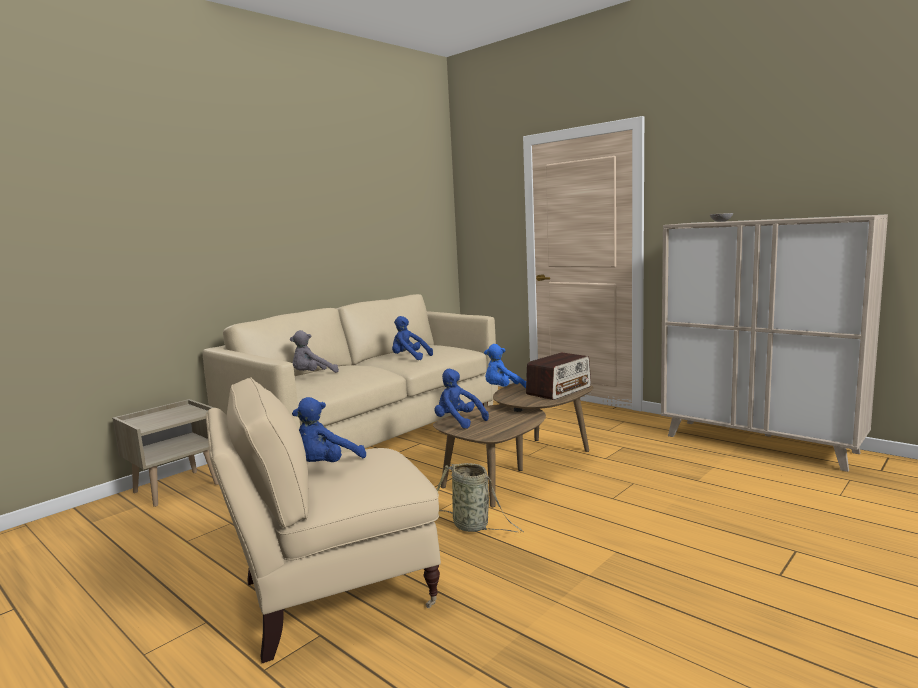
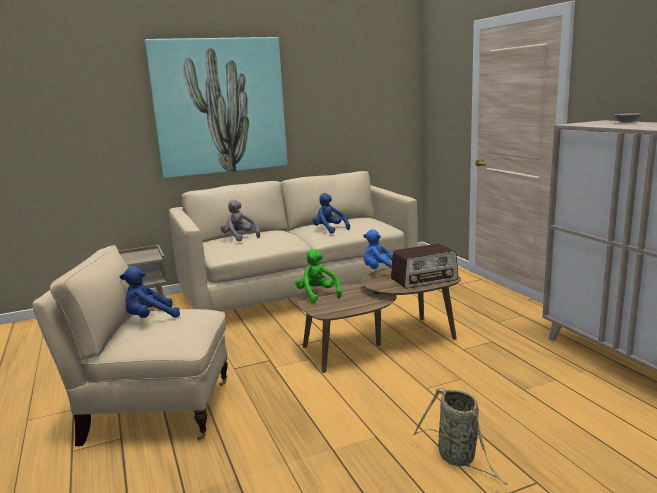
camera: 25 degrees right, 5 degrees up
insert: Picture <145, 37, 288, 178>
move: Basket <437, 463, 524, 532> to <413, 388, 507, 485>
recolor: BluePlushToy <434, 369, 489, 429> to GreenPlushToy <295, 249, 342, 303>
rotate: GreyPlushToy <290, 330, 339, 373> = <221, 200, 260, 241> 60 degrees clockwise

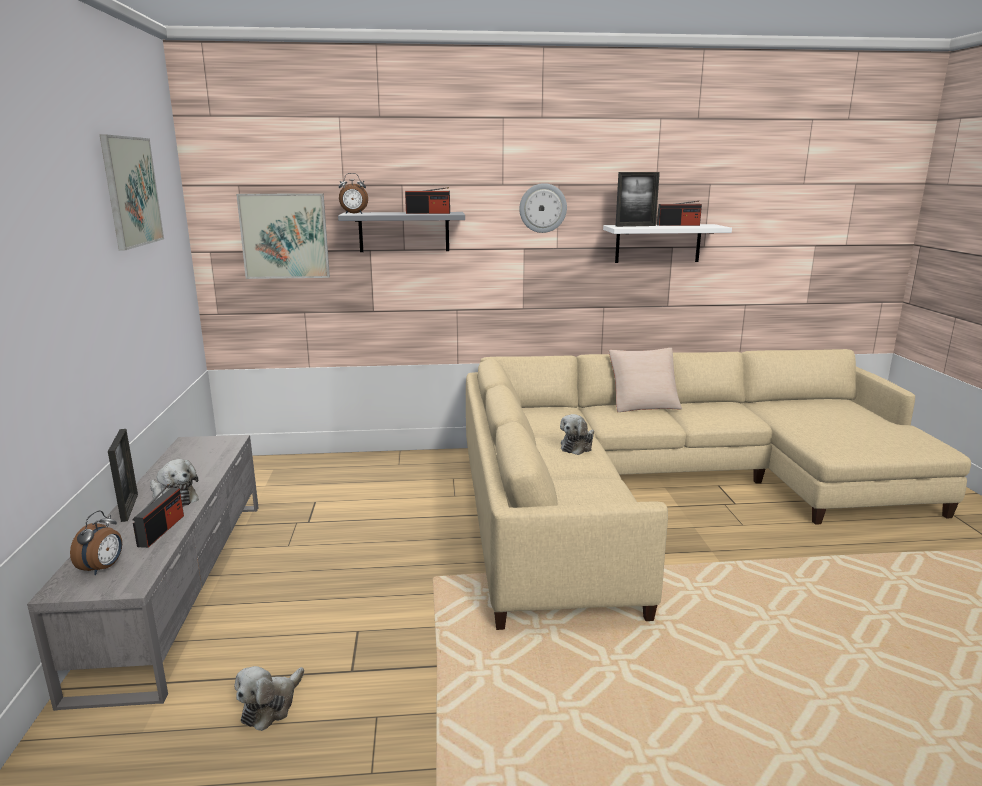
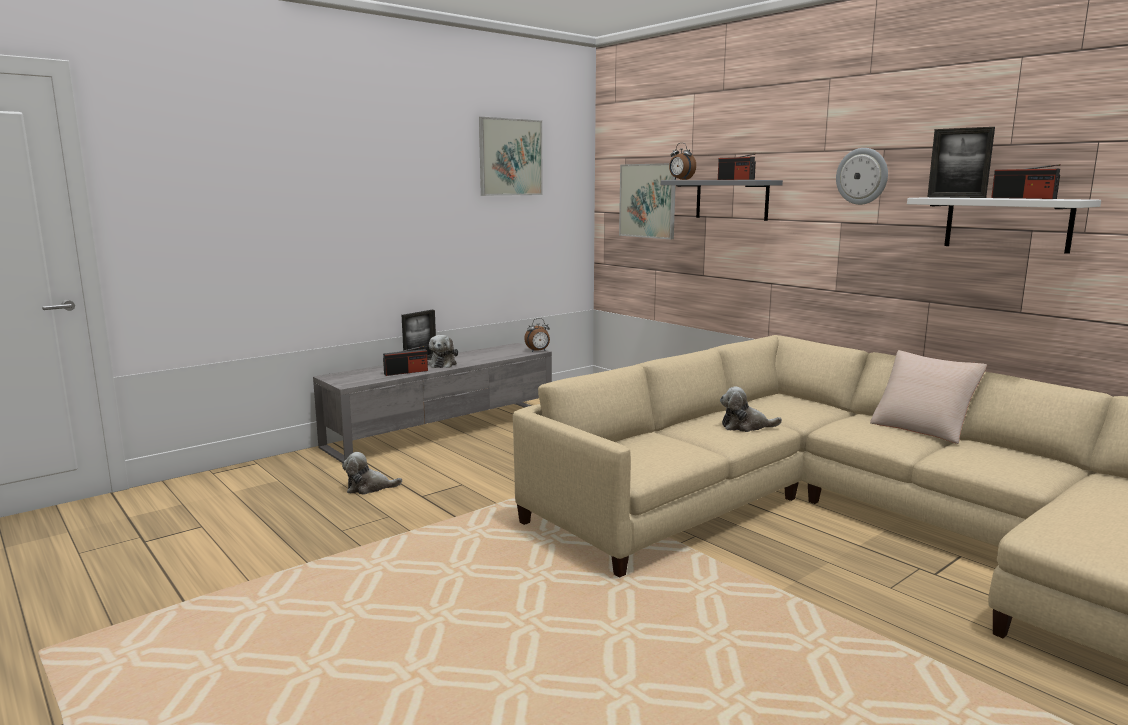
camera: 55 degrees right, 5 degrees down
move: AlarmClock <70, 511, 122, 575> to <524, 318, 550, 352>

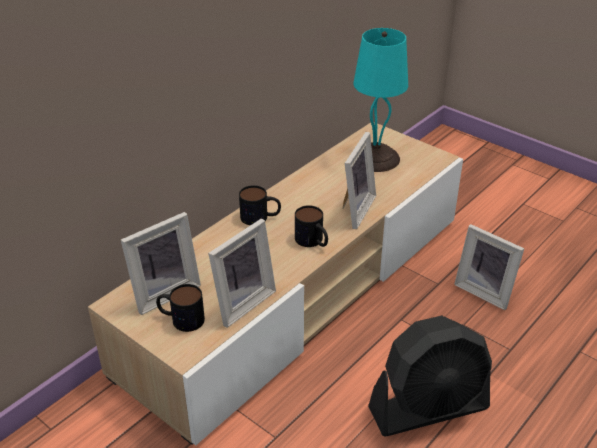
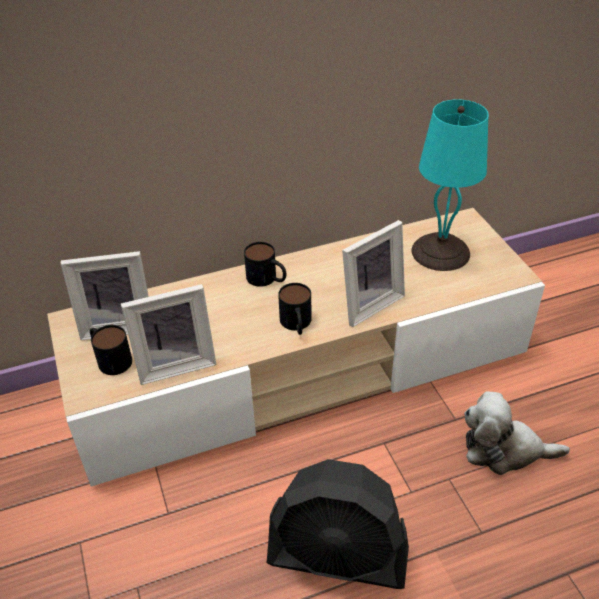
camera: 30 degrees right, 5 degrees up
replace: PictureFrame <454, 224, 524, 310> to PlushToy <464, 391, 570, 475>

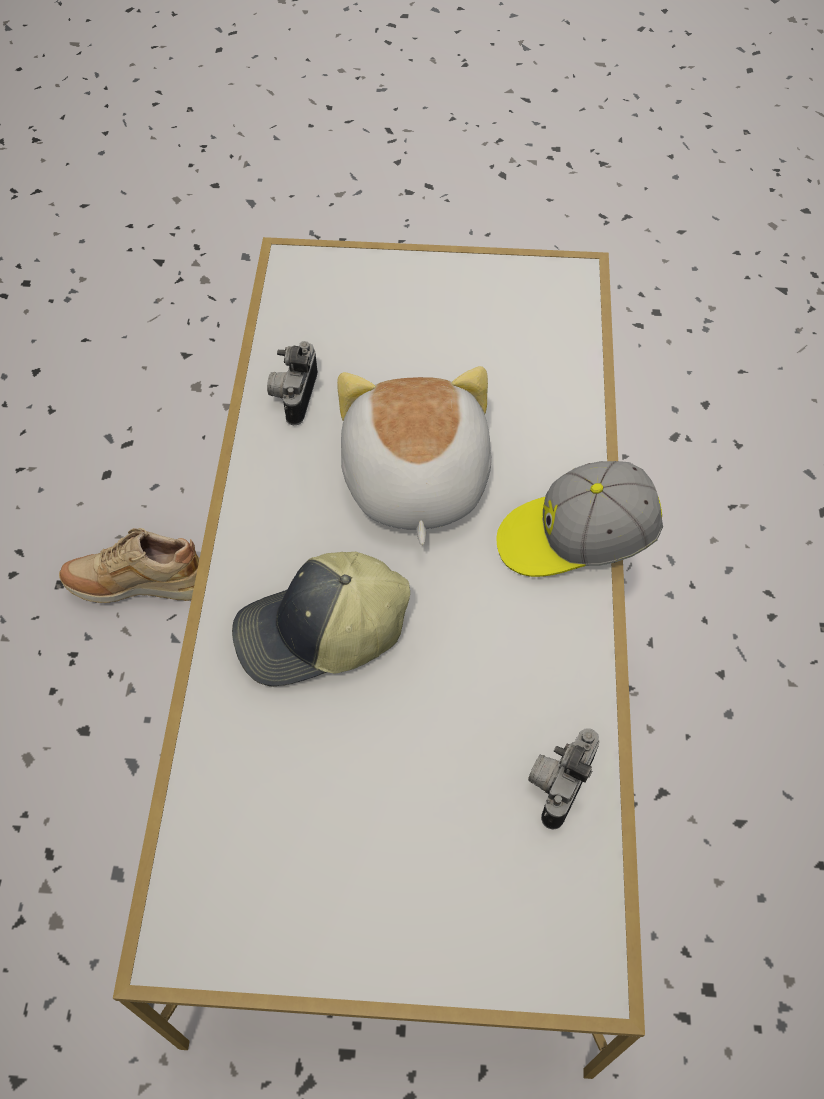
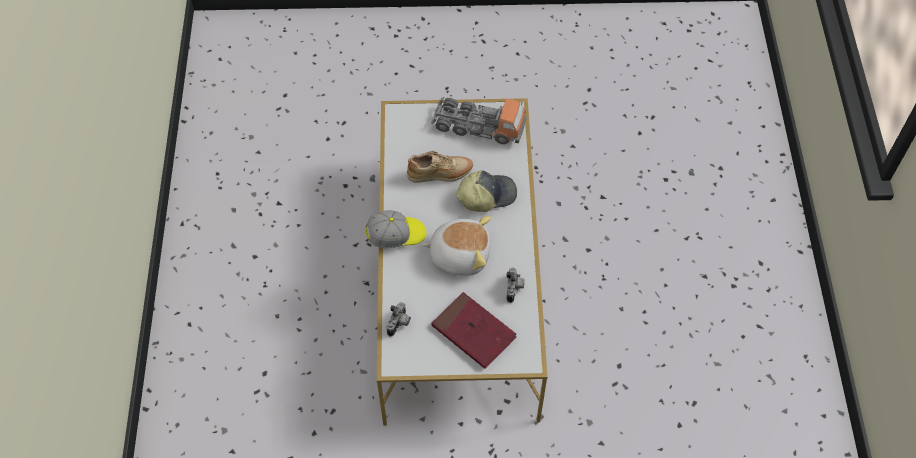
camera: 175 degrees right, 0 degrees up
insert: ToyTruck <431, 96, 527, 144>; RedBook <431, 292, 516, 369>
move: PhotoCamera <528, 728, 599, 830> to <386, 302, 411, 337>; BeigeShoe <59, 528, 200, 603> to <407, 150, 473, 183>
rotate: PlushToy <337, 366, 492, 545> = <422, 216, 492, 276> 75 degrees counterclockwise

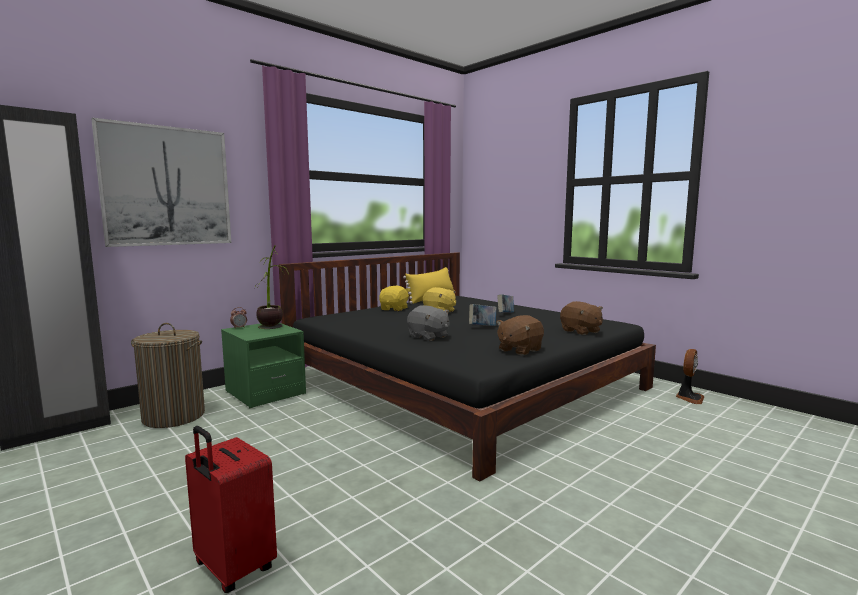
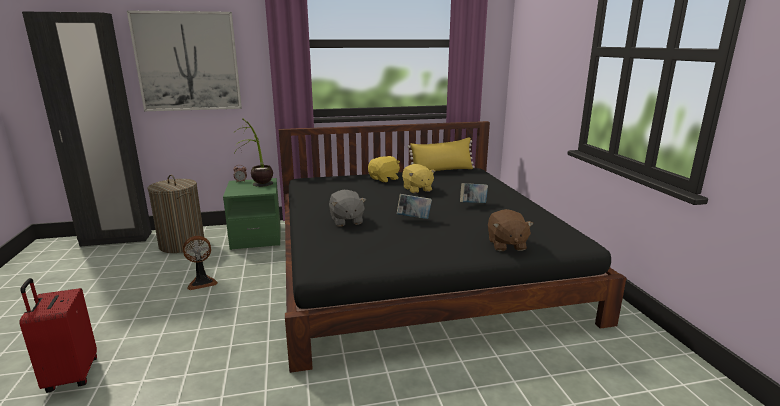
camera: 30 degrees right, 10 degrees up
delete: BrownPlushToy <497, 315, 544, 355>
move: Fan <675, 349, 704, 404> to <183, 236, 218, 290>

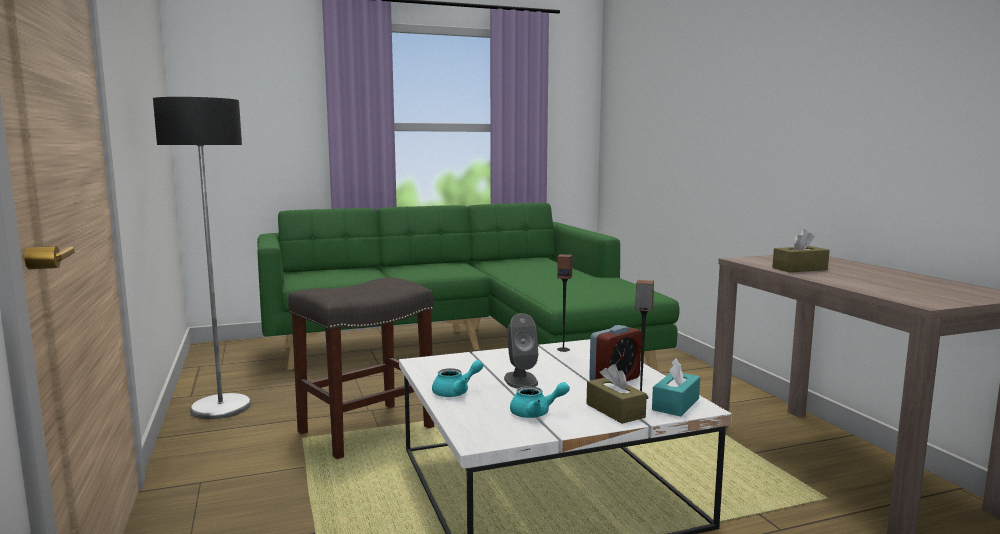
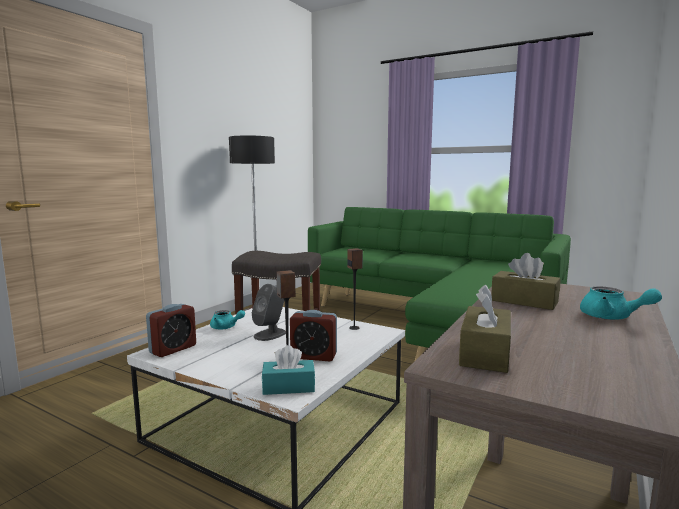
camera: 50 degrees right, 0 degrees up
insert: AlarmClock <146, 304, 196, 357>
move: BrownTissueBox <586, 364, 647, 424> to <459, 285, 511, 373>; TurquoiseTeapot <510, 382, 570, 418> to <580, 286, 662, 320>

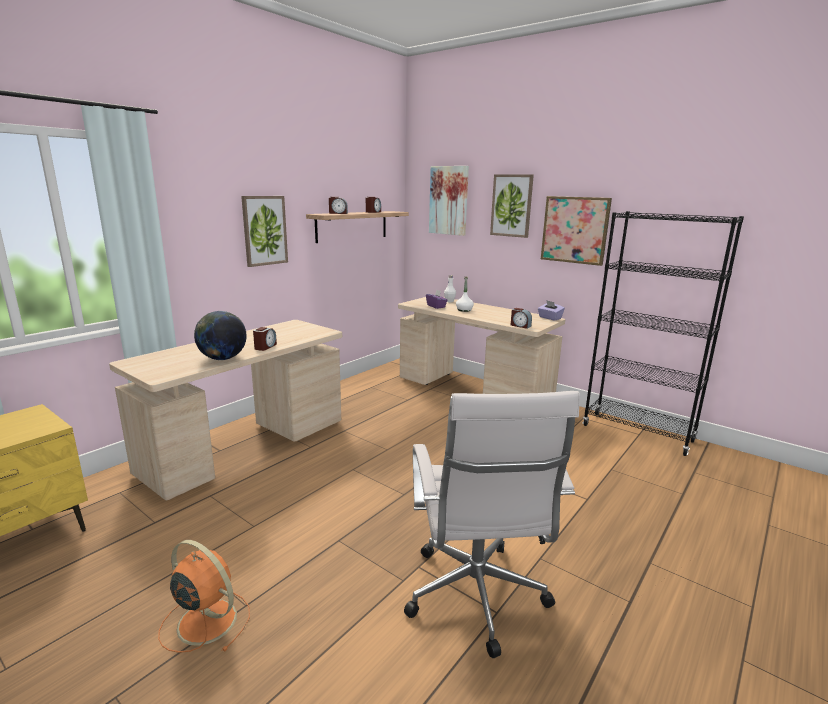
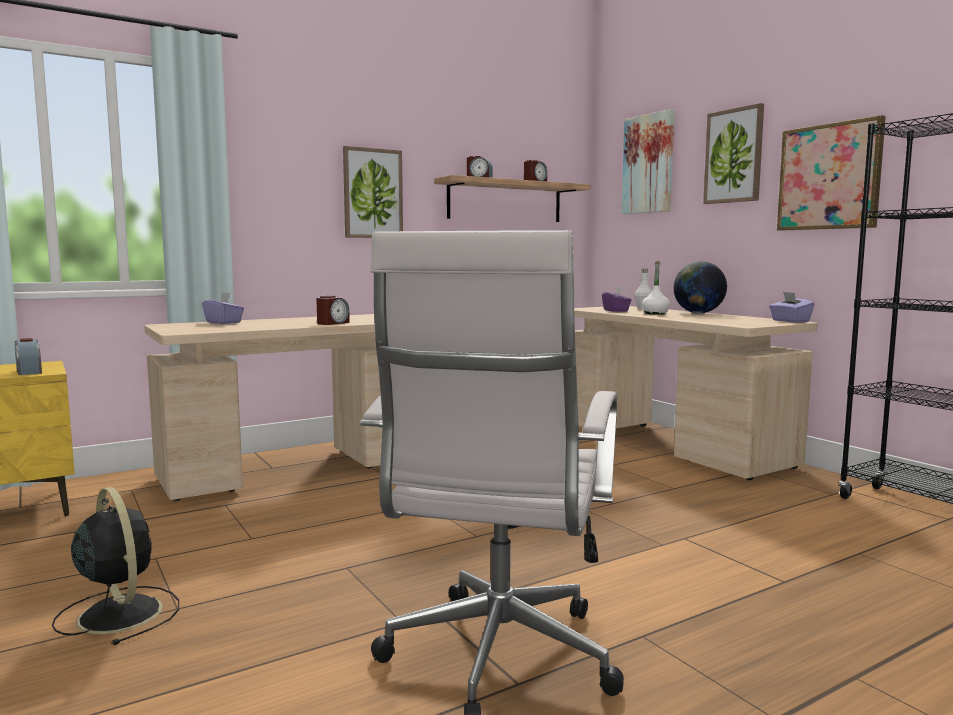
camera: 20 degrees right, 10 degrees down
insert: PurpleTissueBox <202, 292, 244, 324>
move: AlarmClock <511, 308, 532, 329> to <14, 338, 42, 375>; Globe <194, 311, 247, 360> to <673, 261, 727, 314>
recolor: OrangeFan <158, 540, 250, 653> to BlackFan <52, 487, 179, 645>

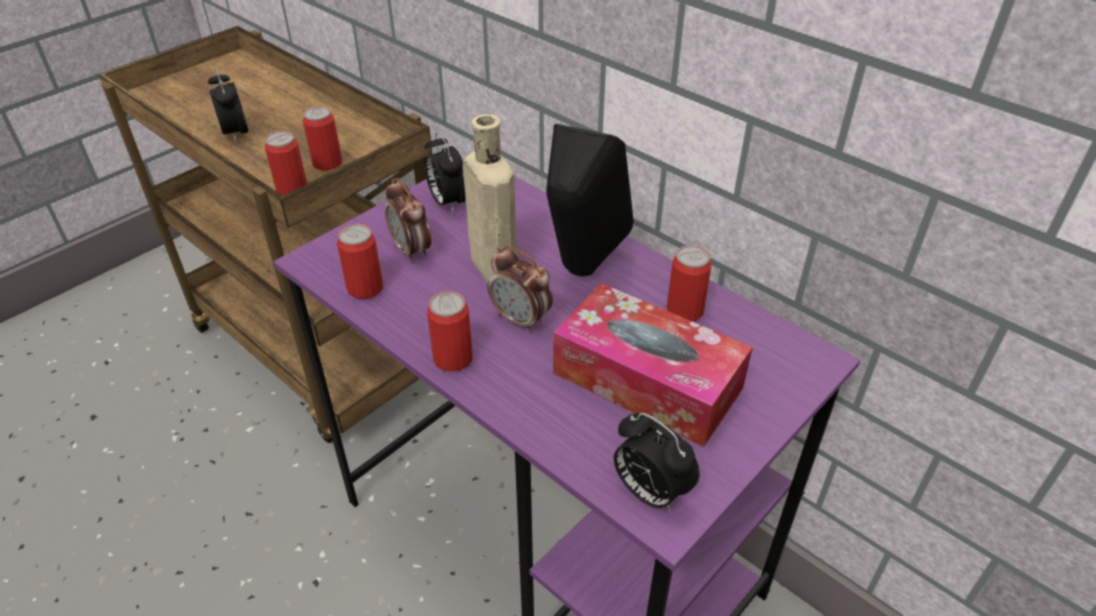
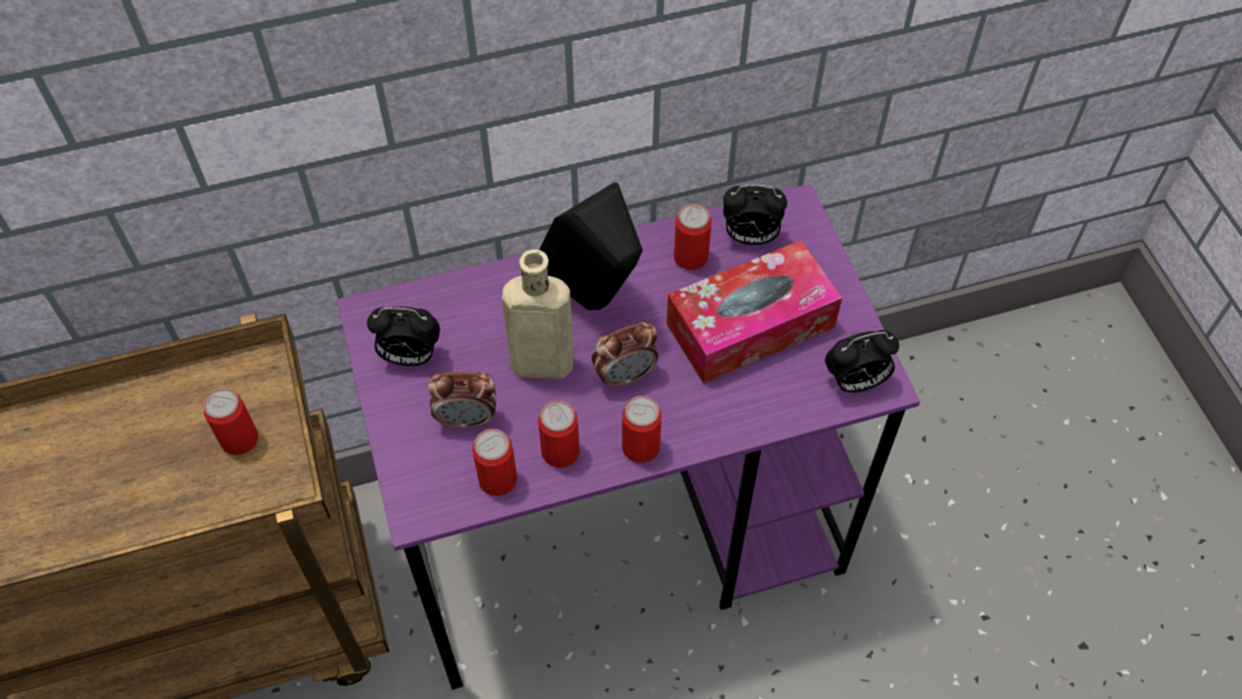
camera: 60 degrees left, 15 degrees up
move: Can <265, 131, 307, 196> to <538, 401, 580, 468>; AlarmClock <208, 68, 248, 143> to <723, 185, 787, 245>

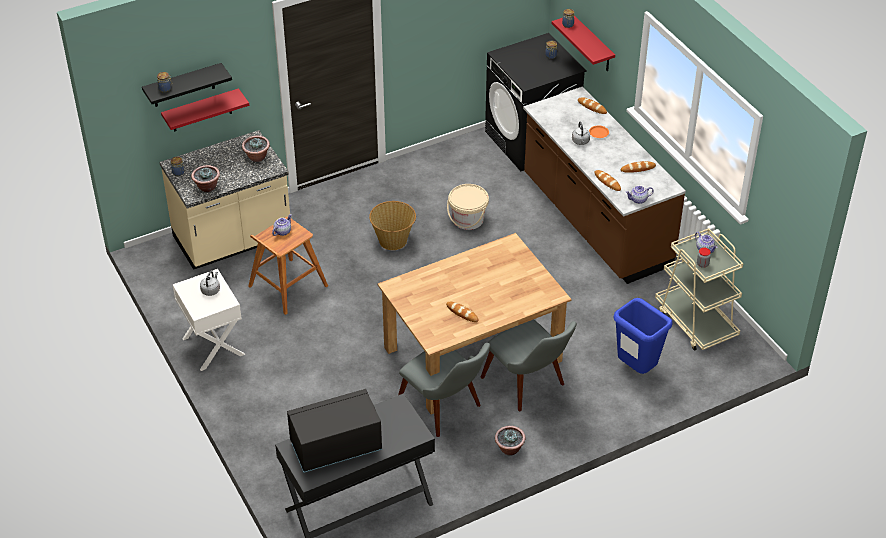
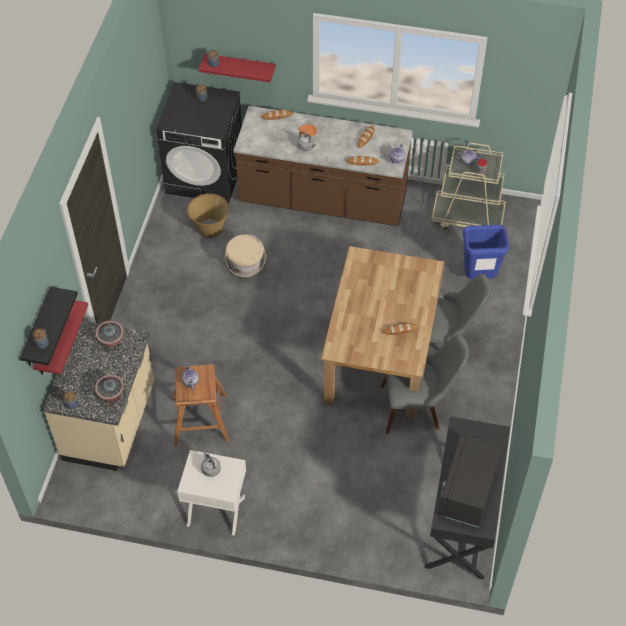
camera: 50 degrees left, 10 degrees up
delete: PottedPlant <495, 426, 525, 456>
move: Basket <369, 201, 416, 250> to <187, 193, 229, 238>

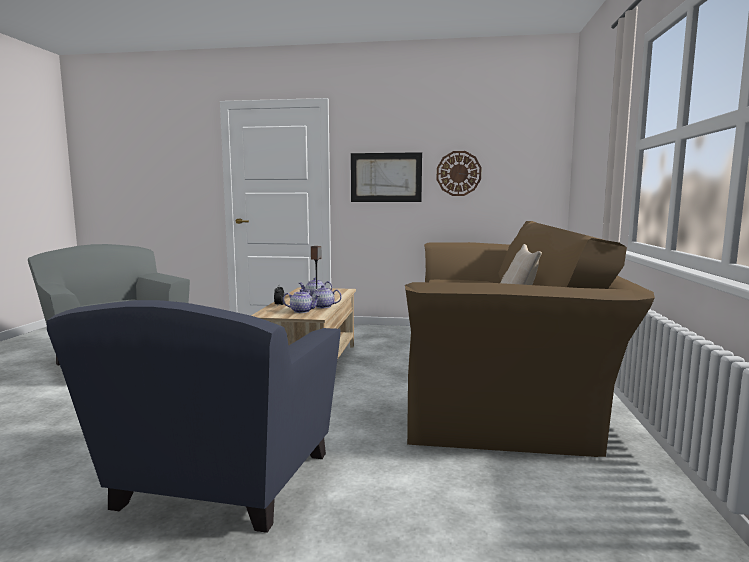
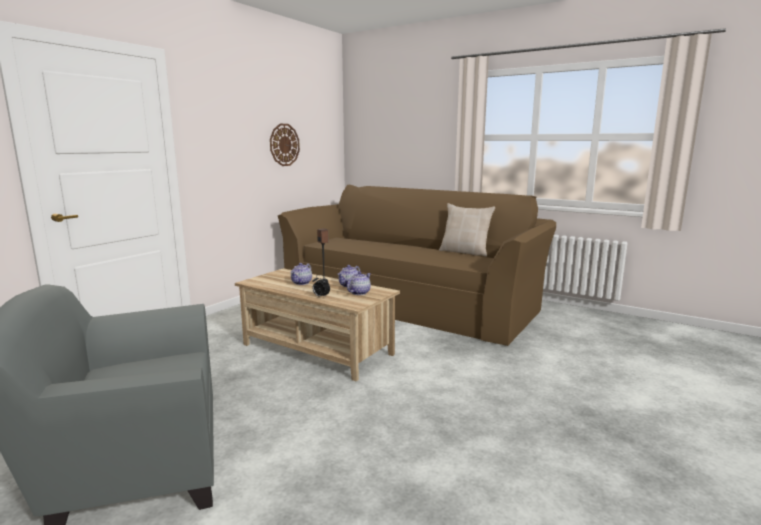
camera: 65 degrees left, 5 degrees up
delete: BlueArmchair <47, 300, 340, 533>; Picture <351, 152, 422, 202>

